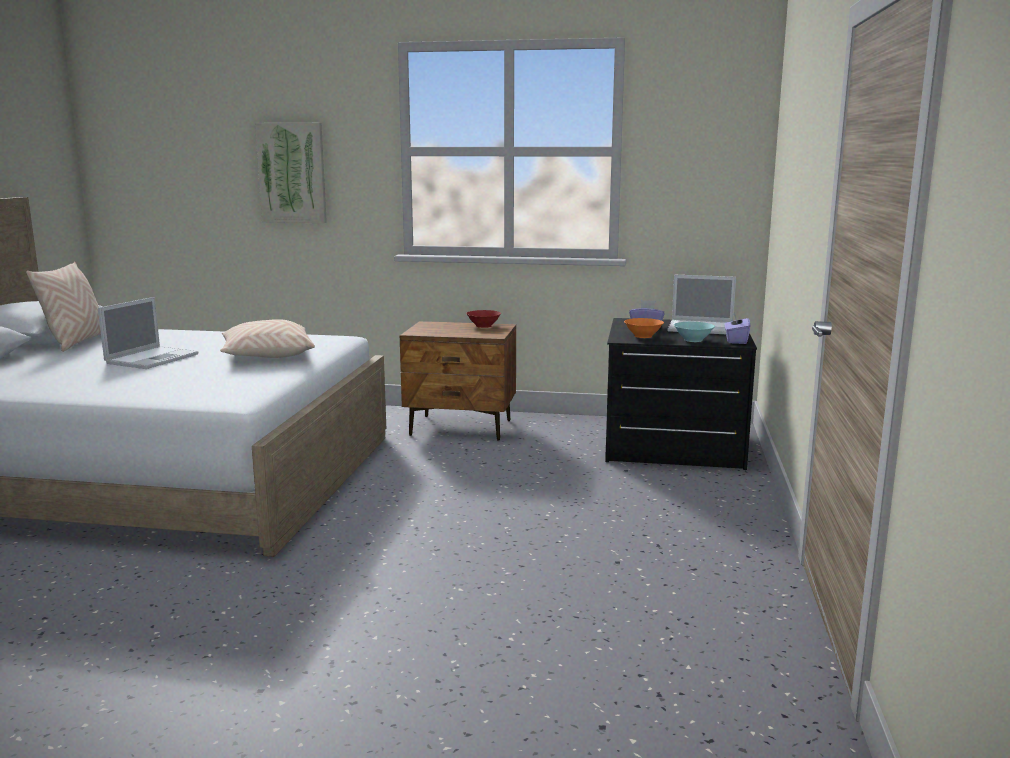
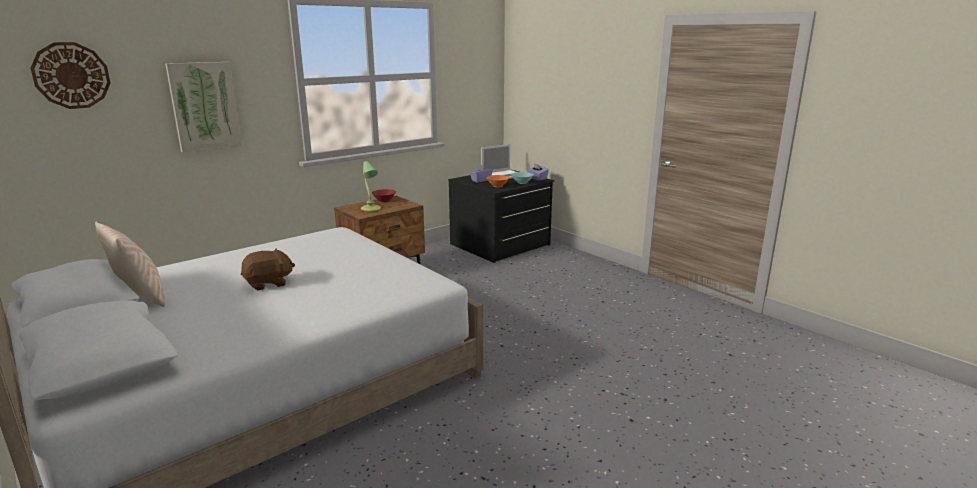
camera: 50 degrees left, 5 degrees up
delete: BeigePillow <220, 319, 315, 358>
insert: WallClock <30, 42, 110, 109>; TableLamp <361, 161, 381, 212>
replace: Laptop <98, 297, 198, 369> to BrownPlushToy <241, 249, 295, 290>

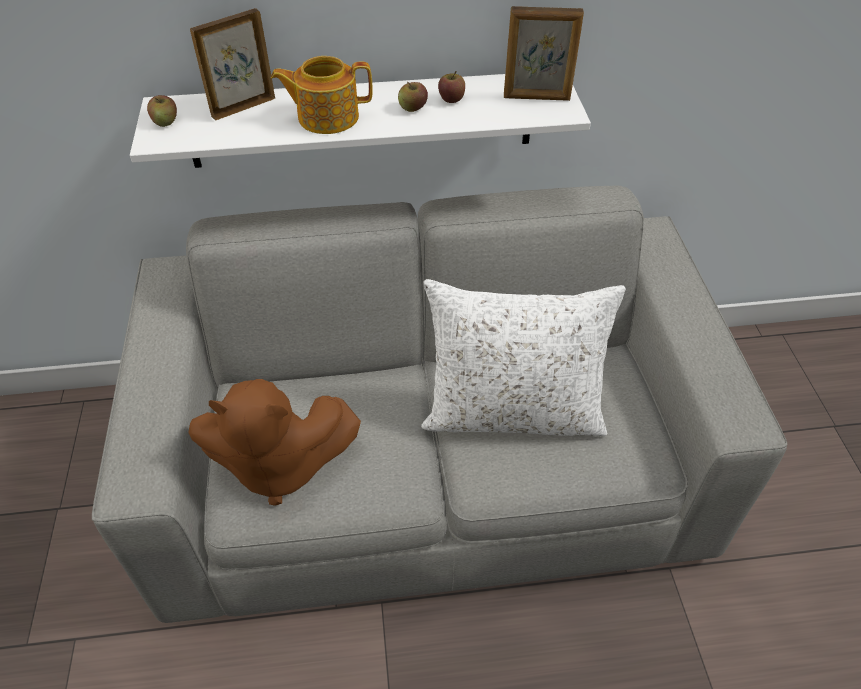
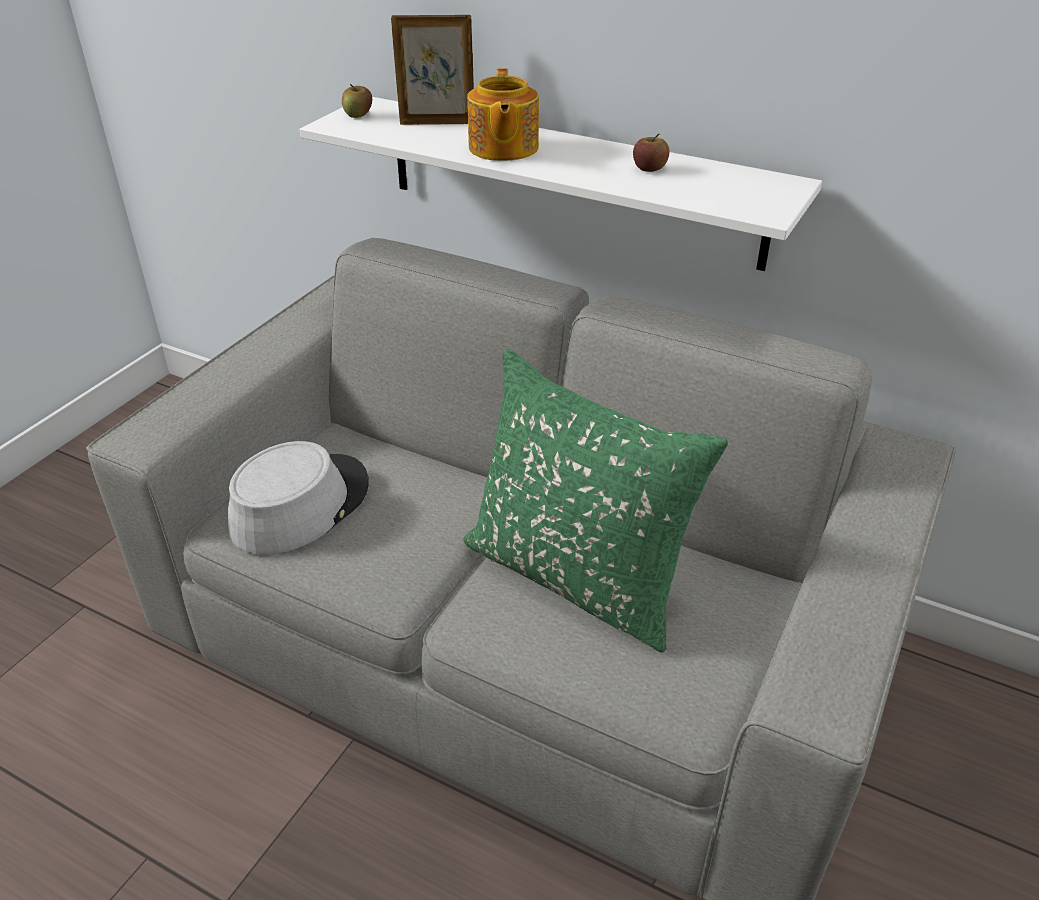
camera: 35 degrees right, 10 degrees down
delete: Apple <398, 82, 428, 112>; PictureFrame <504, 6, 584, 101>
replace: BrownPlushToy <188, 379, 361, 506> to GreyHat <228, 441, 369, 555>
recolor: WhitePillow <421, 279, 626, 436> to GreenPillow <463, 349, 728, 652>
rotate: Teapot <271, 56, 373, 134> = <467, 69, 539, 161> 120 degrees counterclockwise

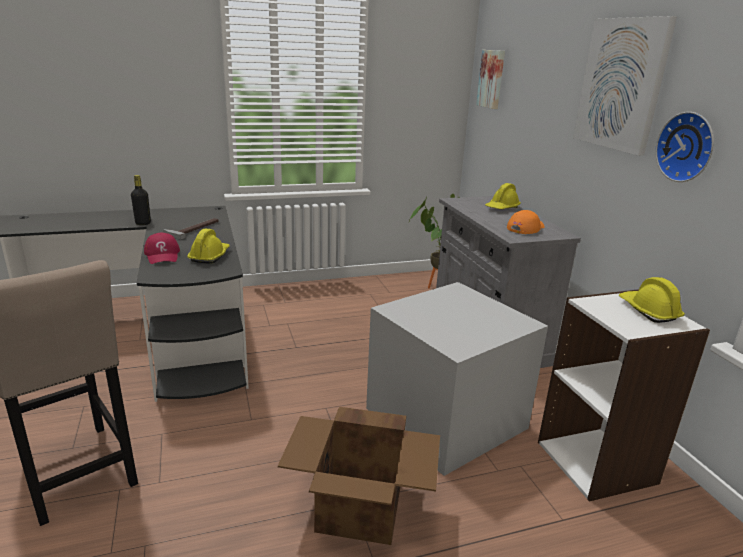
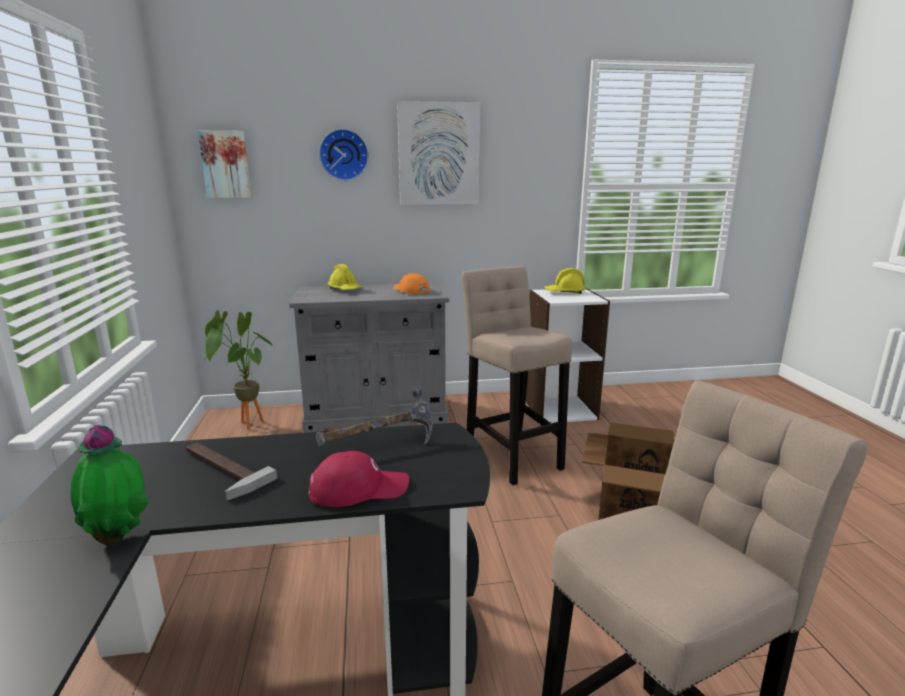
camera: 80 degrees left, 5 degrees down
move: WallClock <655, 112, 714, 182> to <319, 129, 369, 181>
replace: BlackBottle <131, 175, 151, 225> to PottedPlant <71, 425, 149, 545>; YellowHardHat <187, 229, 230, 264> to Hammer <316, 389, 432, 447>; GreyStorageBox <366, 282, 548, 476> to BeigeStool <461, 266, 572, 485>

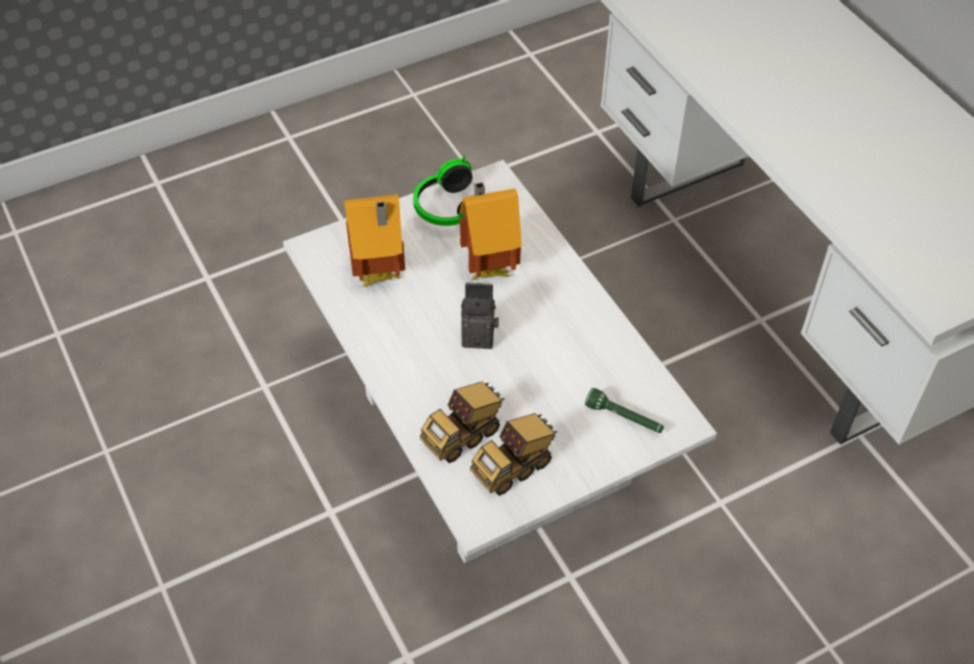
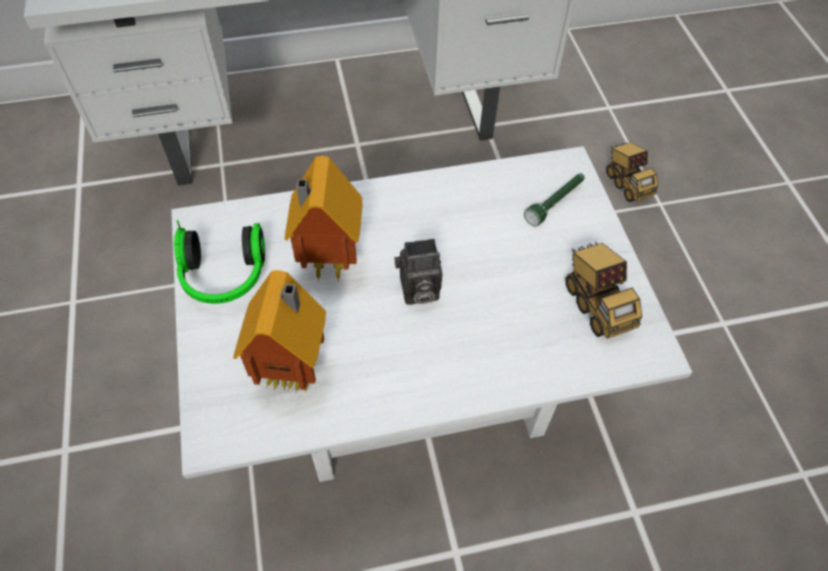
camera: 75 degrees left, 5 degrees up
move: ToyTruck <420, 381, 505, 463> to <606, 142, 658, 202>
rotate: PhotoCamera <461, 283, 499, 349> = <395, 238, 442, 305> 120 degrees counterclockwise

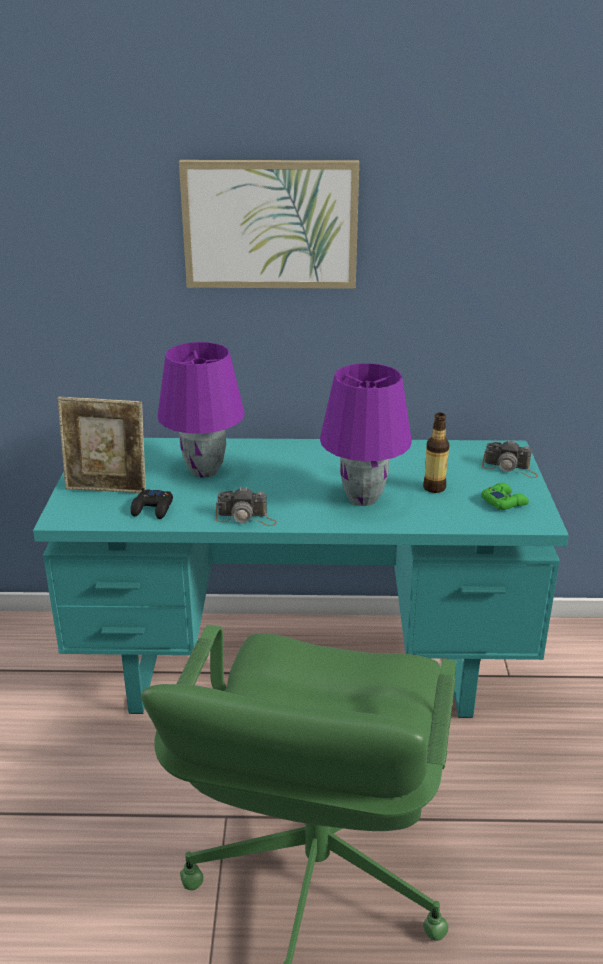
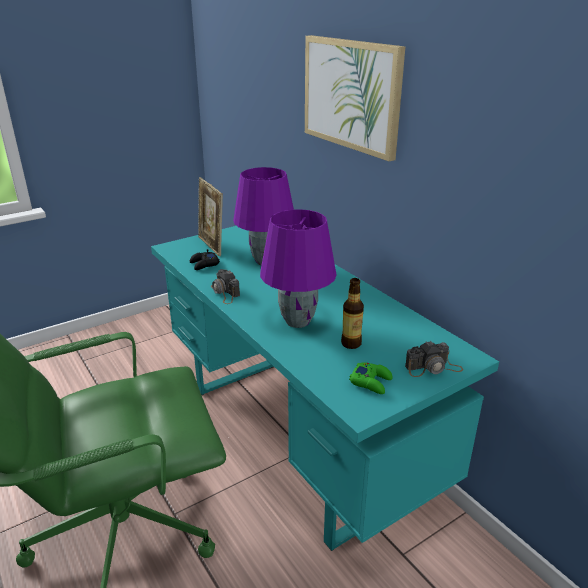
camera: 55 degrees right, 0 degrees up
rotate: PhotoCamera <482, 440, 538, 478> = <405, 341, 463, 377> 90 degrees counterclockwise

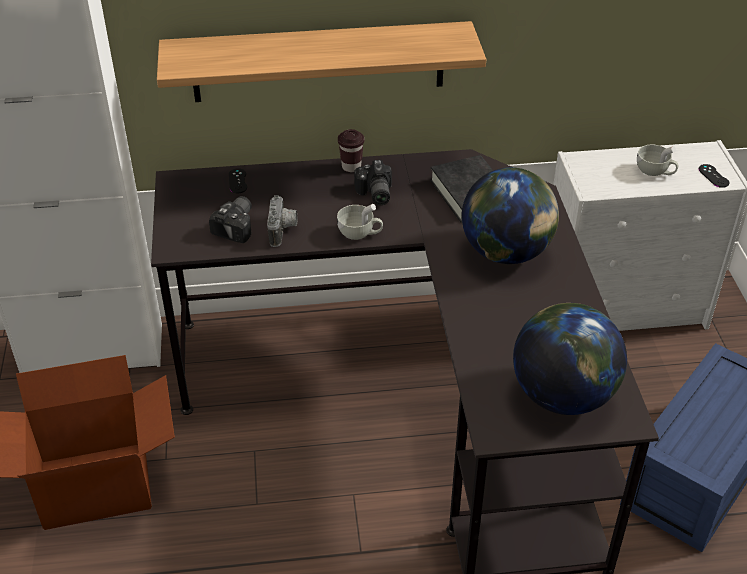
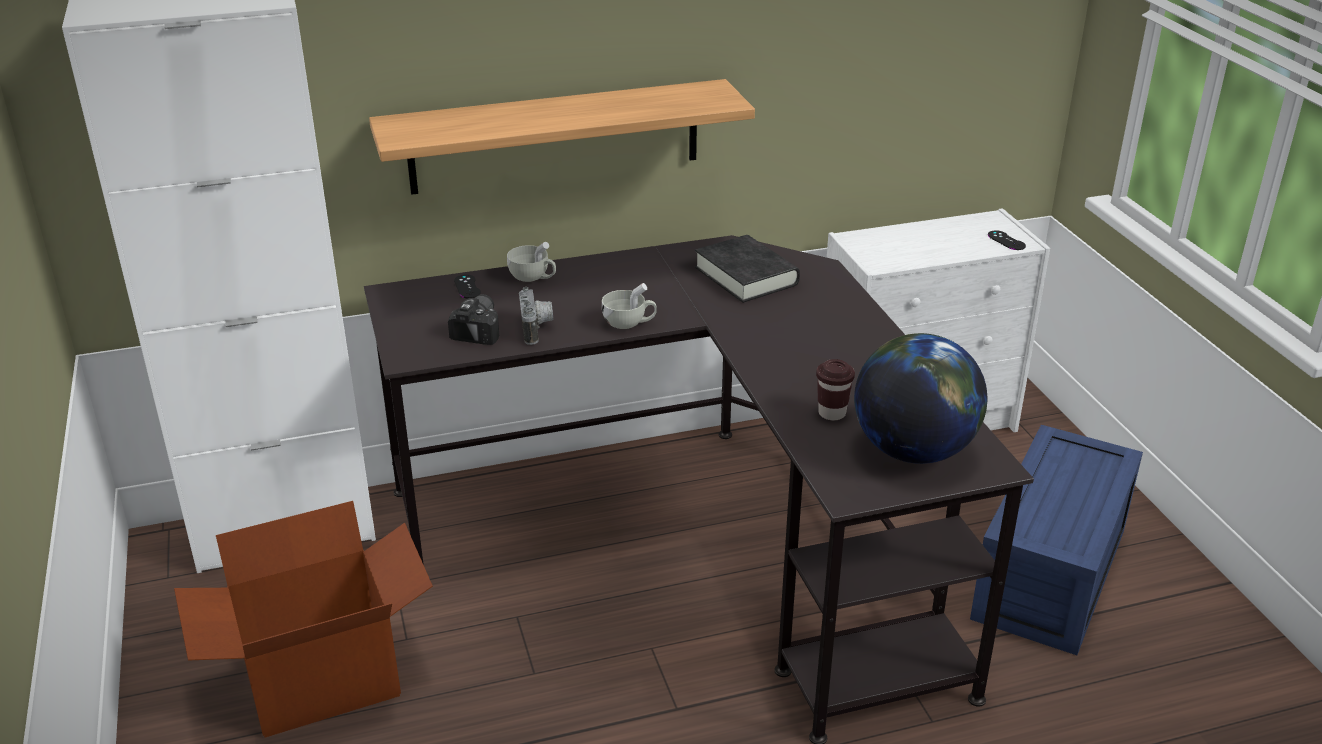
camera: 10 degrees left, 10 degrees down
delete: PhotoCamera <354, 160, 392, 205>; Globe <462, 167, 559, 264>
move: WhiteCup <637, 145, 678, 176> to <507, 242, 556, 282>; BrownCup <338, 129, 364, 172> to <816, 359, 855, 420>

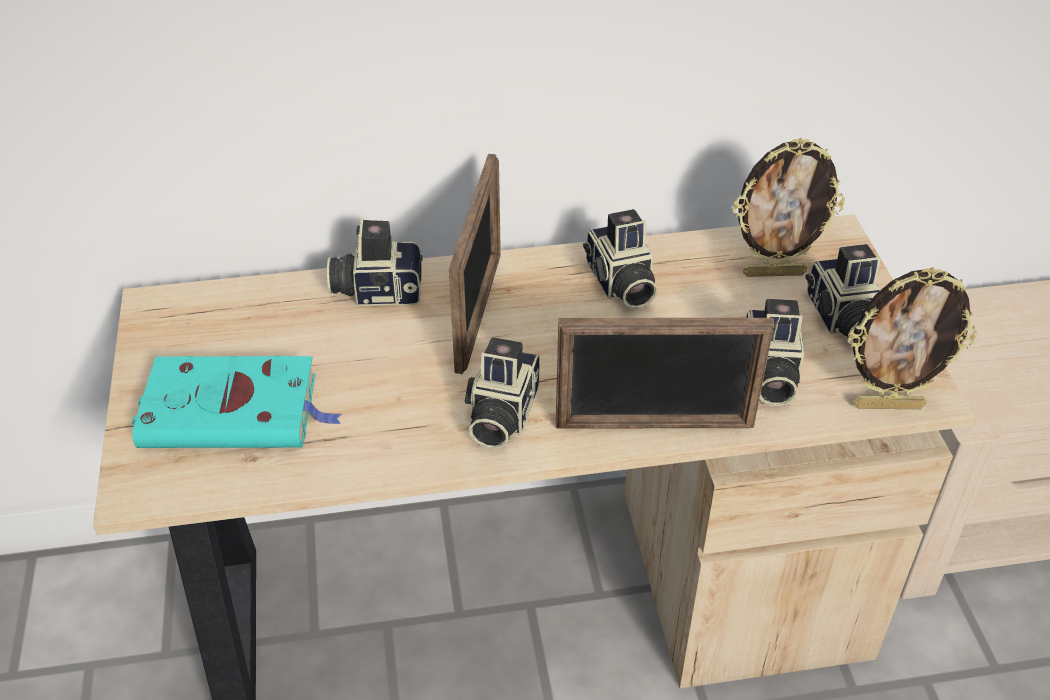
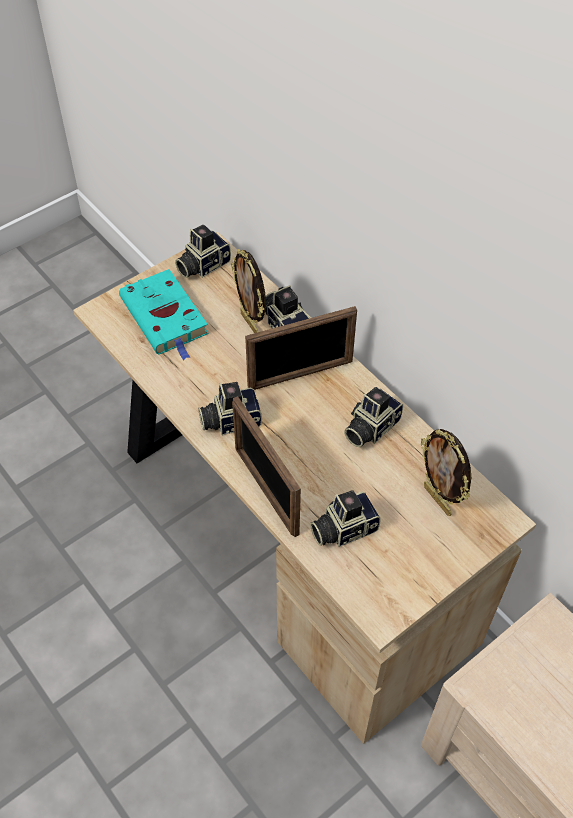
camera: 60 degrees right, 10 degrees up
move: PhotoCamera <805, 244, 881, 343> to <175, 225, 231, 278>; PictureFrame <848, 267, 977, 409> to <231, 249, 266, 333>

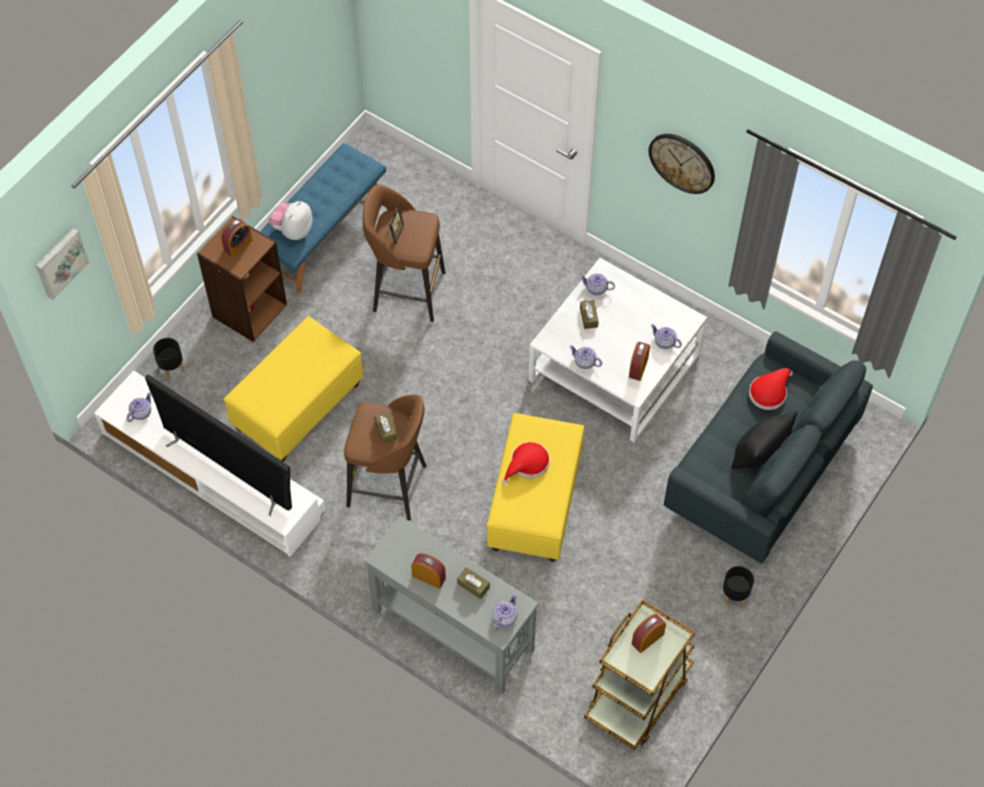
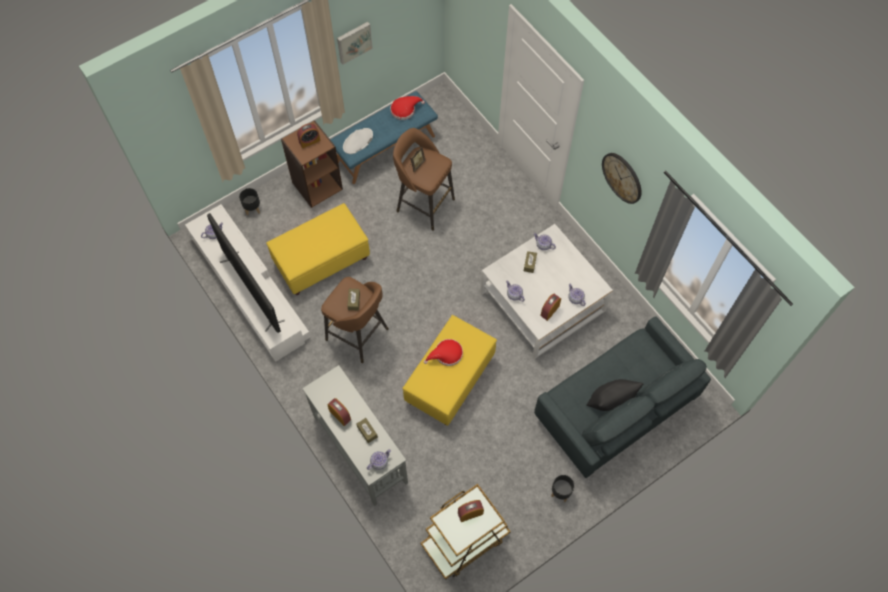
camera: 20 degrees right, 5 degrees up
move: Picture <36, 228, 89, 300> to <337, 22, 373, 65>; RedHat <749, 368, 793, 410> to <390, 96, 425, 120>
replace: PlushToy <269, 201, 313, 240> to WhiteHat <343, 128, 373, 154>

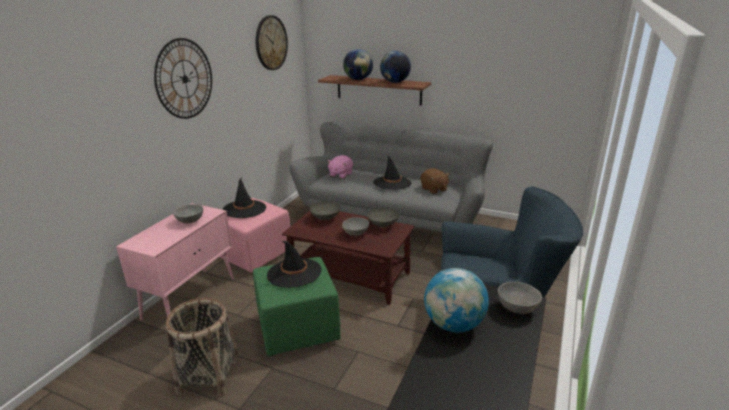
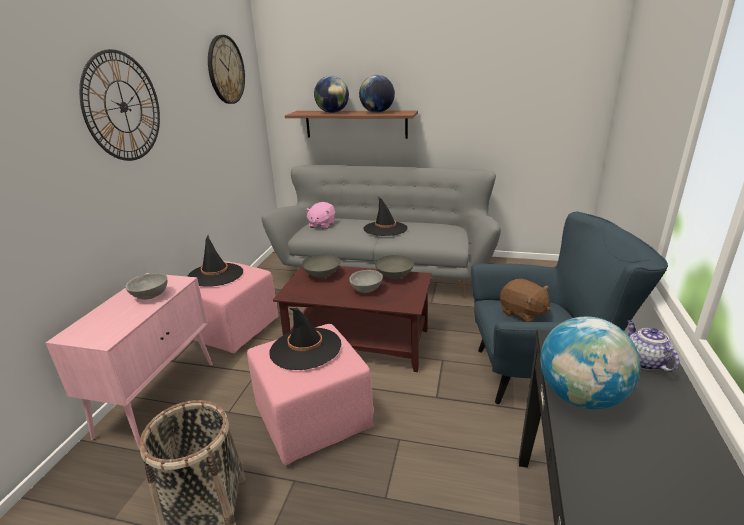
camera: 10 degrees left, 0 degrees up
move: BrownPlushToy <421, 168, 449, 194> to <500, 279, 550, 322>
replace: GreyBowl <498, 282, 542, 314> to Teapot <627, 320, 680, 372>
recolor: GreenOttoman <253, 257, 341, 357> to PinkOttoman <247, 324, 374, 466>

